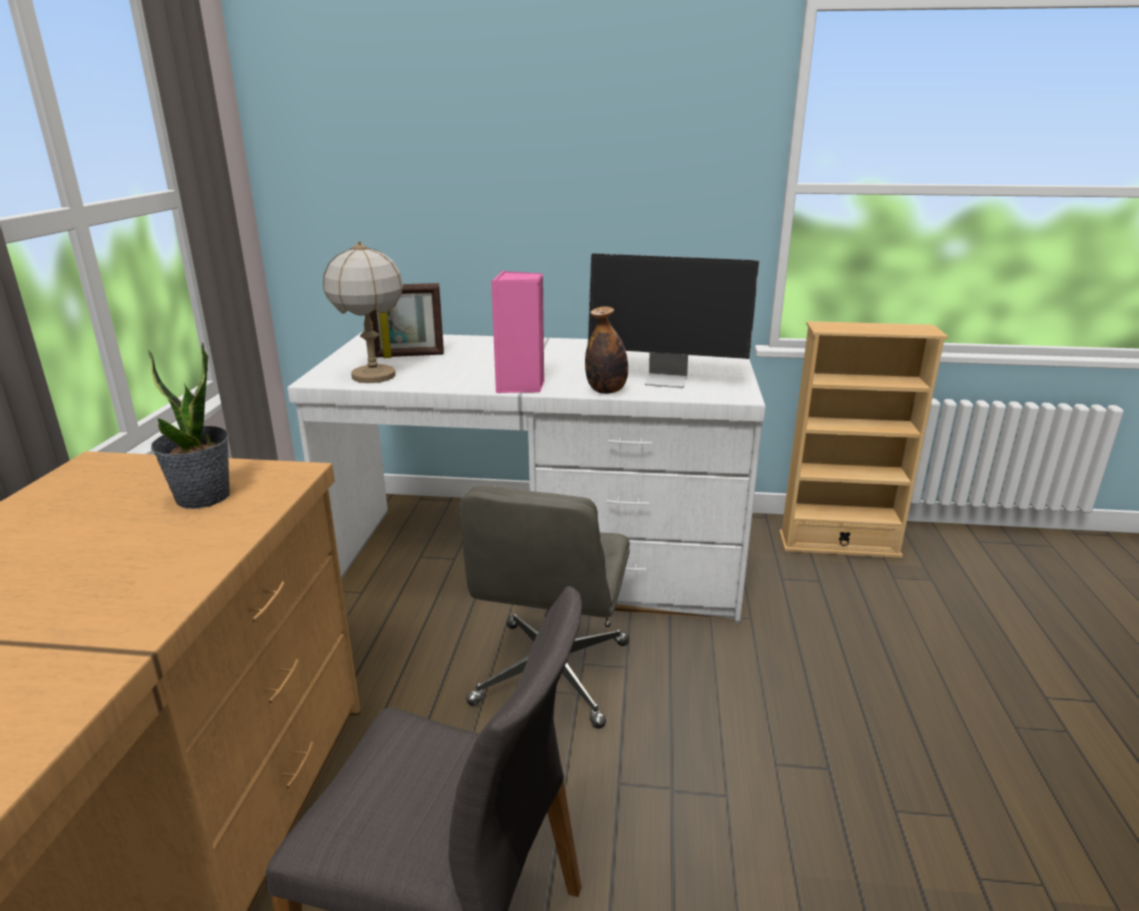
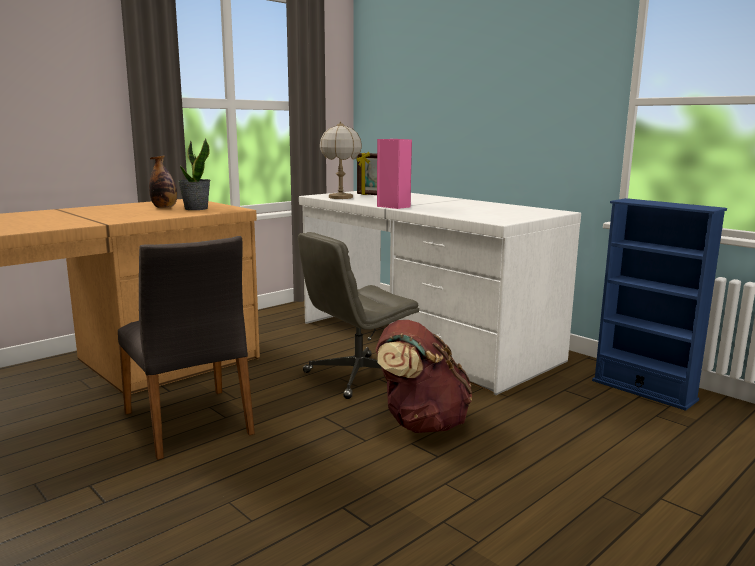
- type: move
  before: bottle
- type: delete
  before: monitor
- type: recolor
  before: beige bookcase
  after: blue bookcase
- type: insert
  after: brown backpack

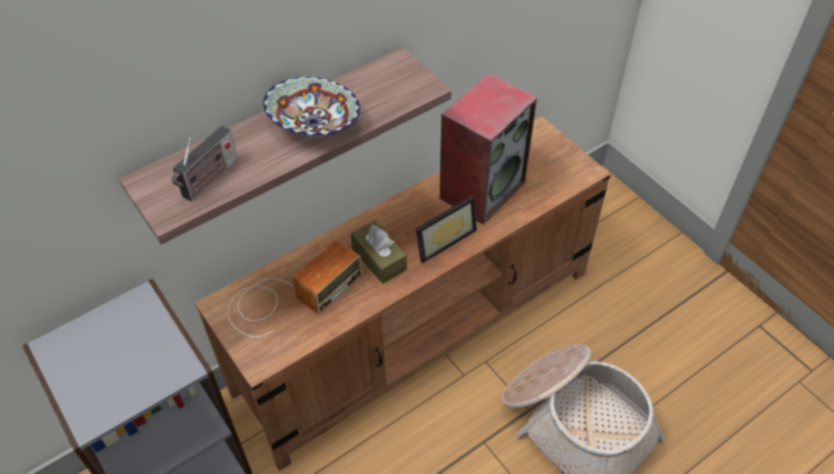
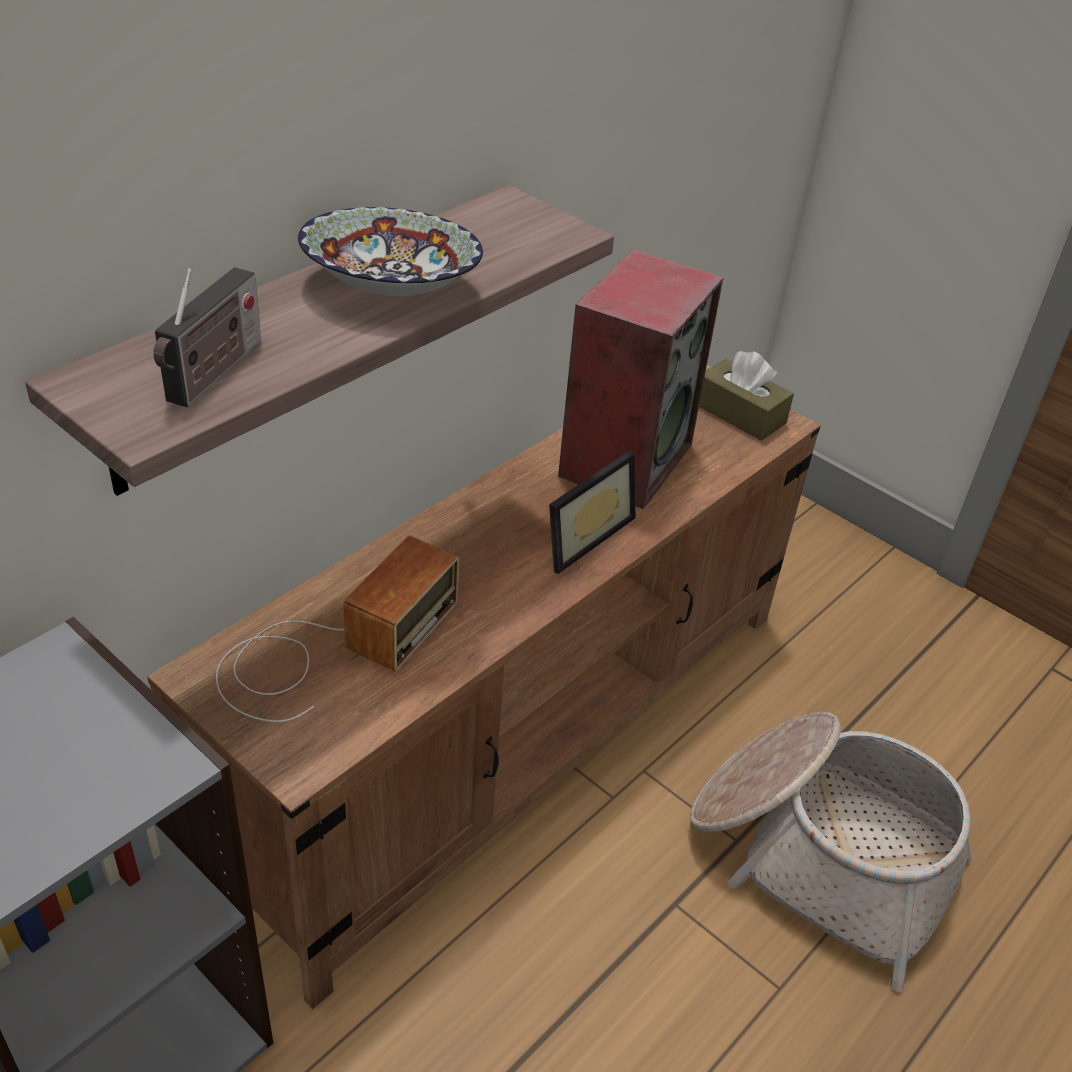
- type: move
  before: brown tissue box

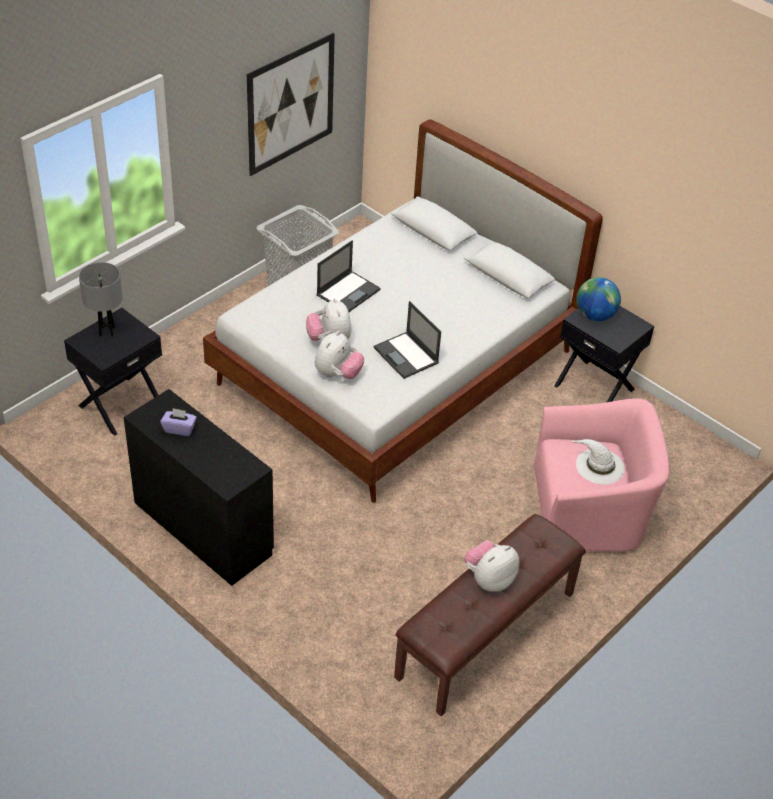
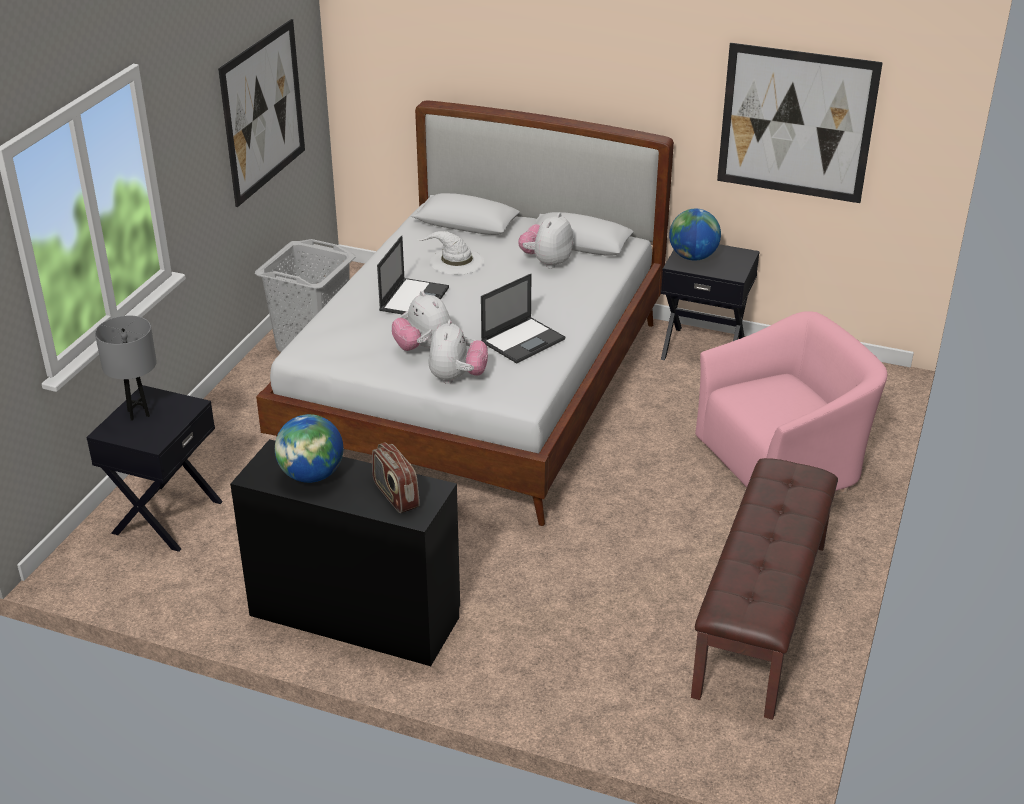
- type: replace
  before: purple tissue box
  after: globe (1st from left)
- type: rotate
  before: laptop (2nd from left)
  turn: -75
- type: move
  before: plush toy (3rd from left)
- type: move
  before: white hat
- type: insert
  after: radio
- type: insert
  after: picture (2nd from left)

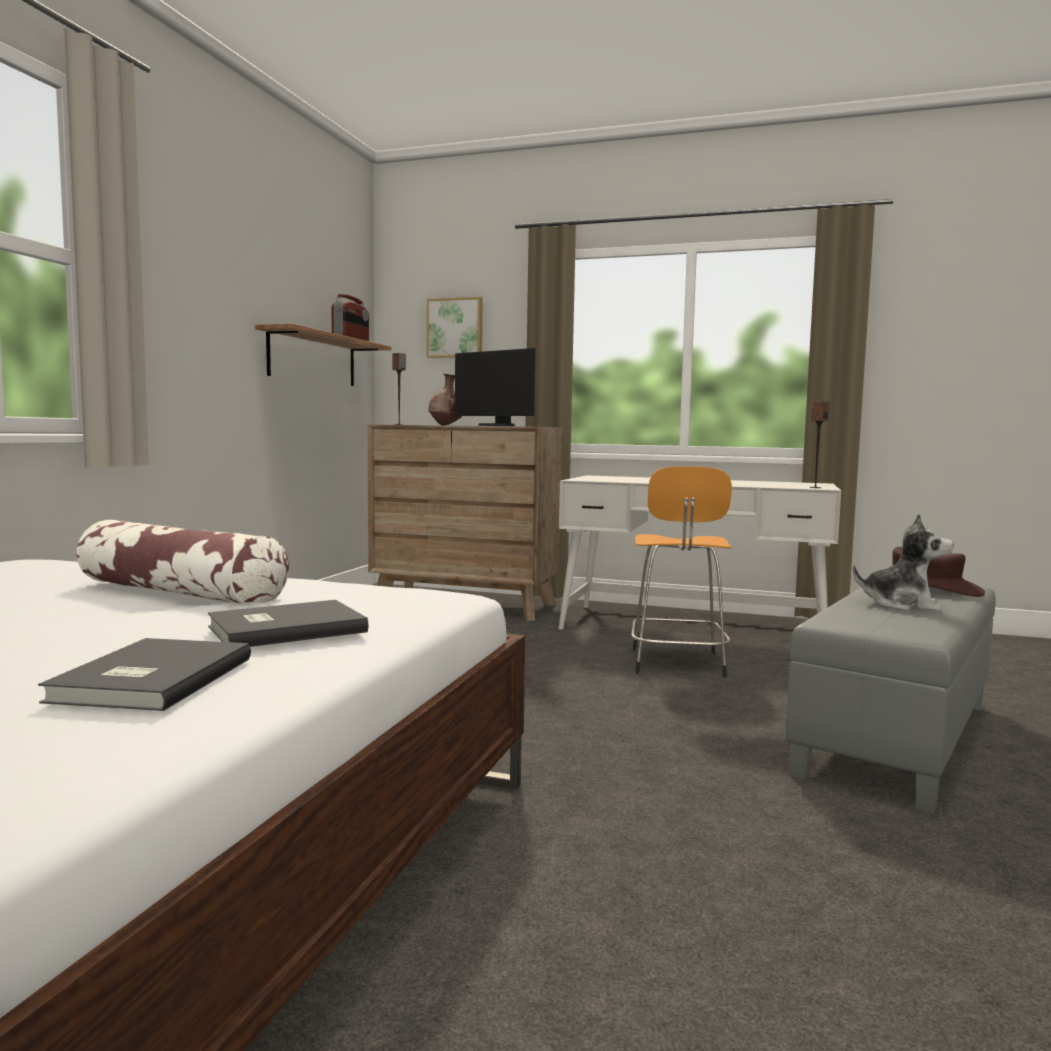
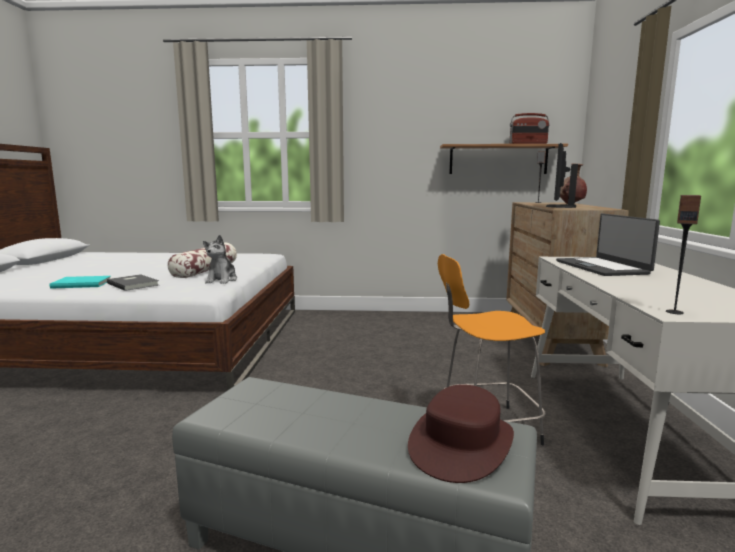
- type: recolor
  before: grey book (1st from left)
  after: turquoise book
- type: delete
  before: picture
- type: move
  before: plush toy
- type: insert
  after: laptop

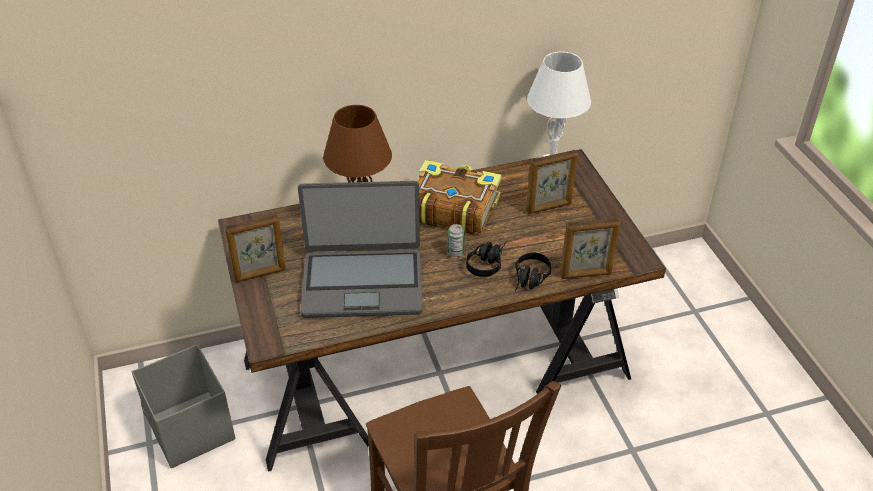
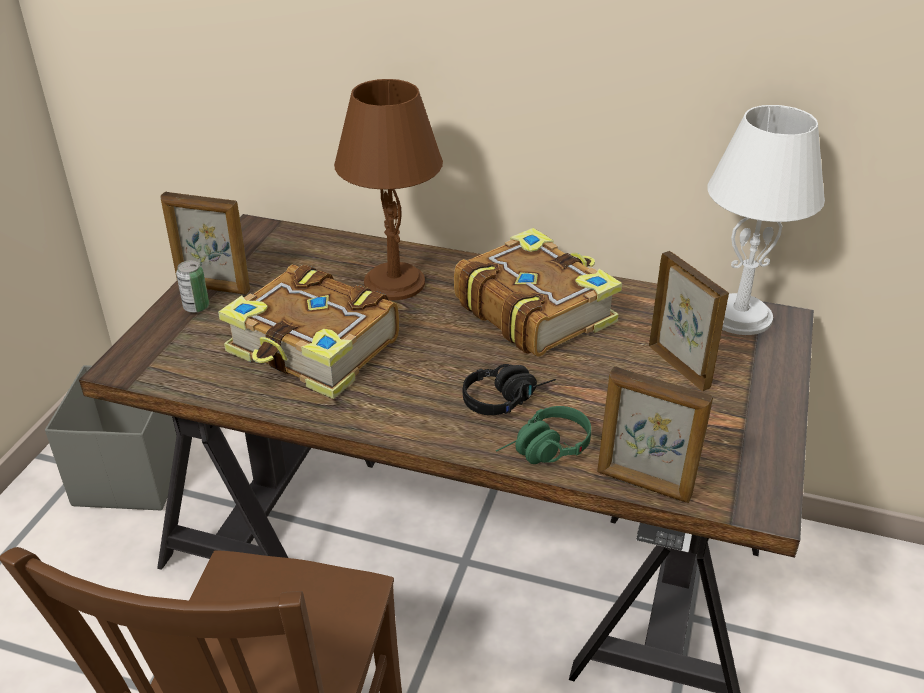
- type: replace
  before: laptop
  after: book (1st from left)
- type: move
  before: can
- type: recolor
  before: black headphones (2nd from left)
  after: green headphones
- type: rotate
  before: picture frame (2nd from left in the first image)
  turn: -135

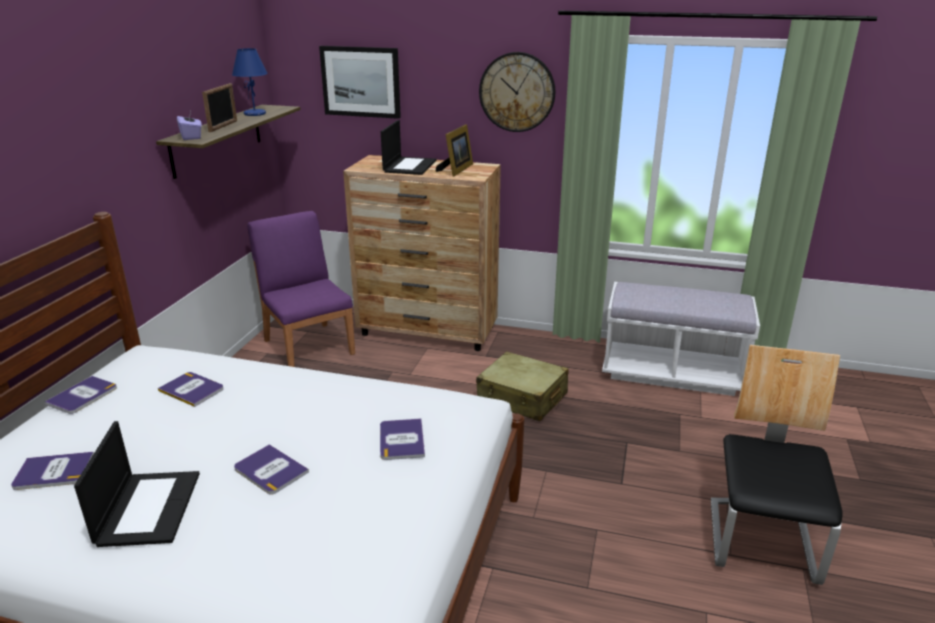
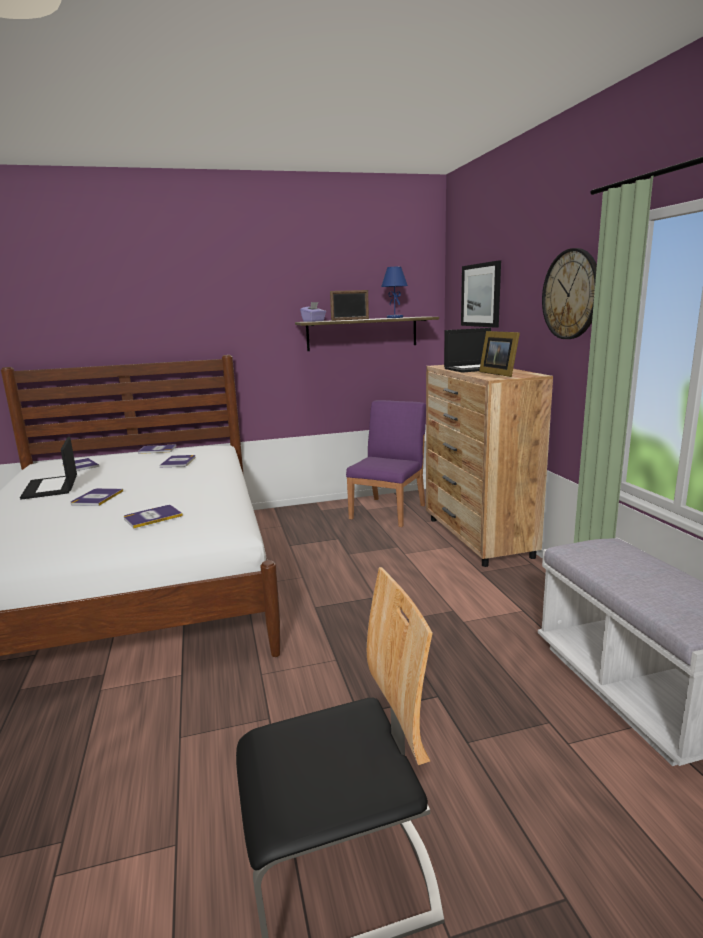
- type: rotate
  before: laptop (1st from left)
  turn: 105
- type: rotate
  before: picture frame (2nd from left)
  turn: 75
- type: delete
  before: beige suitcase

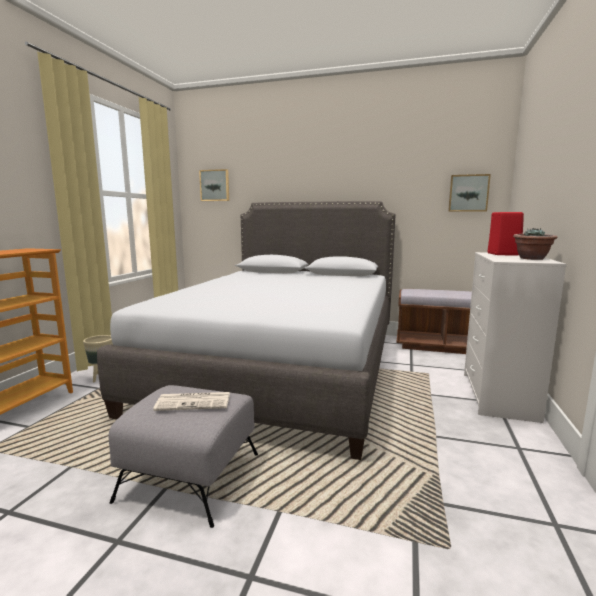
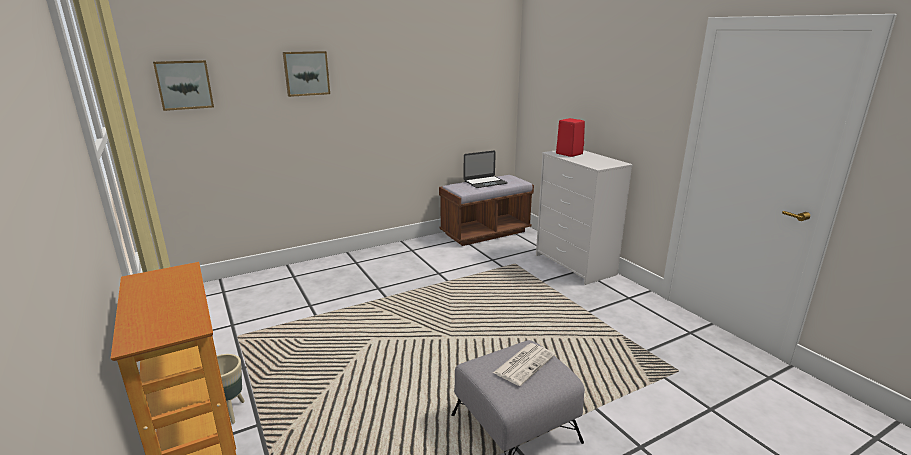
- type: delete
  before: grey bed
- type: move
  before: picture (2nd from left)
- type: delete
  before: potted plant
- type: insert
  after: laptop

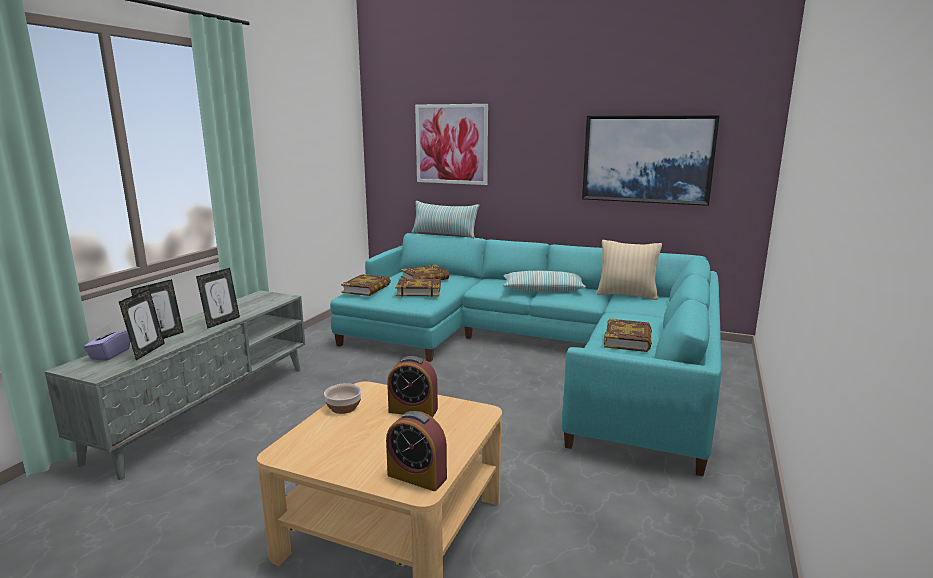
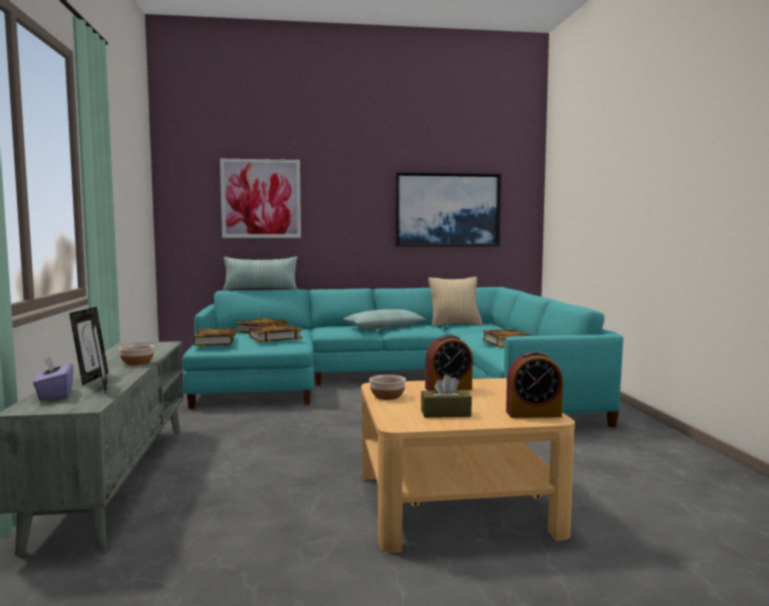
- type: replace
  before: picture frame (3rd from left)
  after: bowl (1st from left)
- type: insert
  after: brown tissue box

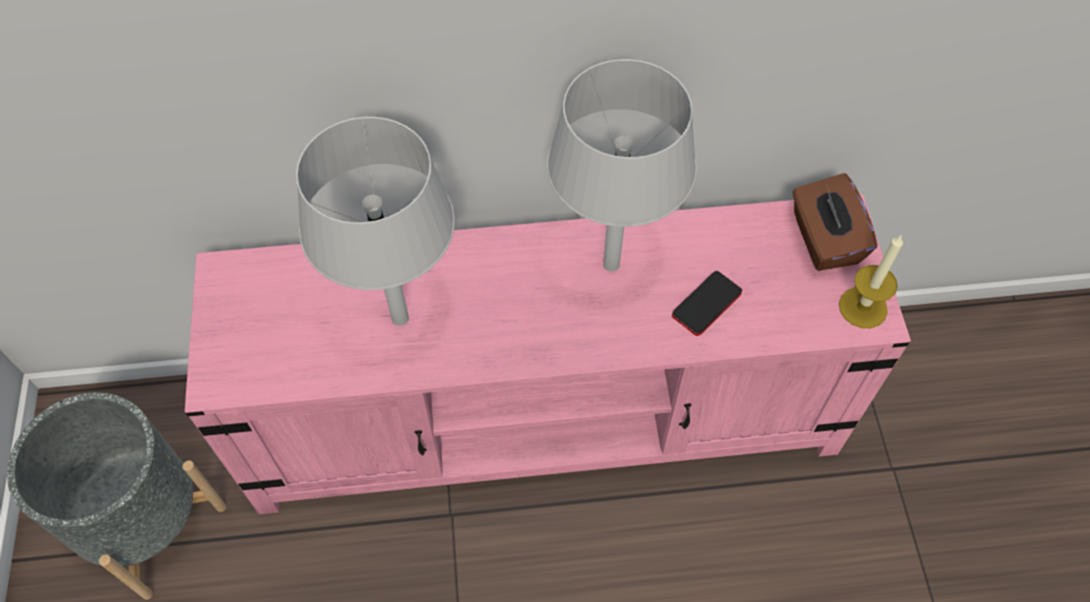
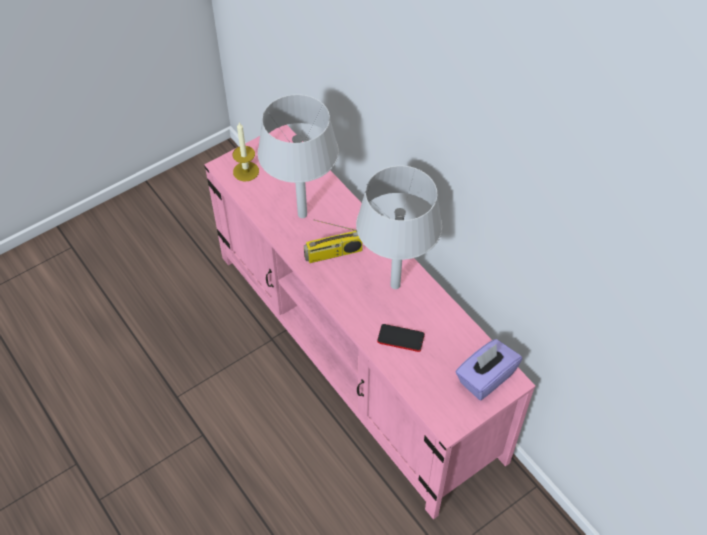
- type: delete
  before: grey planter
- type: recolor
  before: brown tissue box
  after: purple tissue box
- type: move
  before: candle
- type: insert
  after: radio

